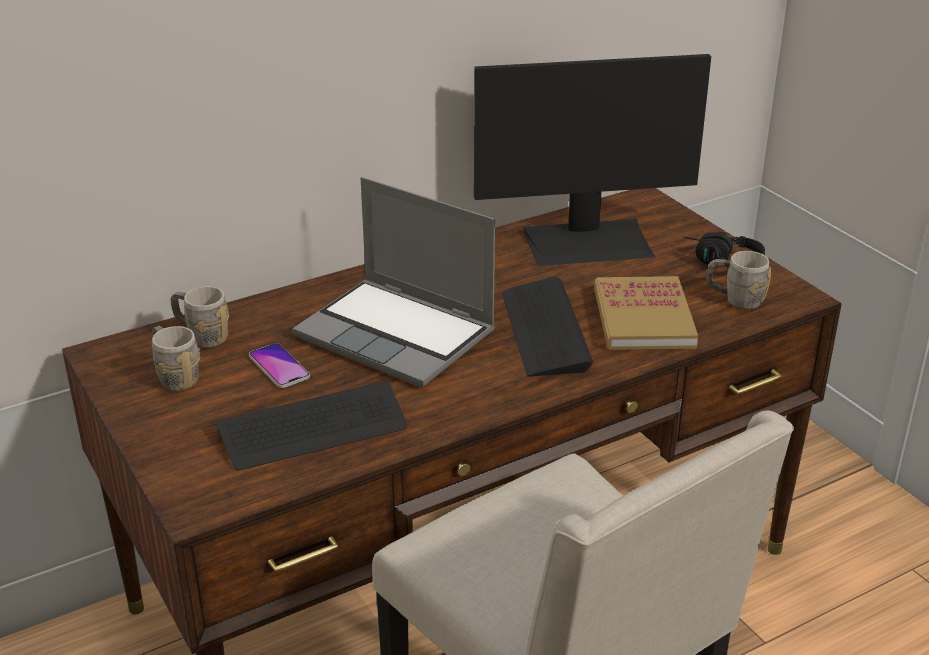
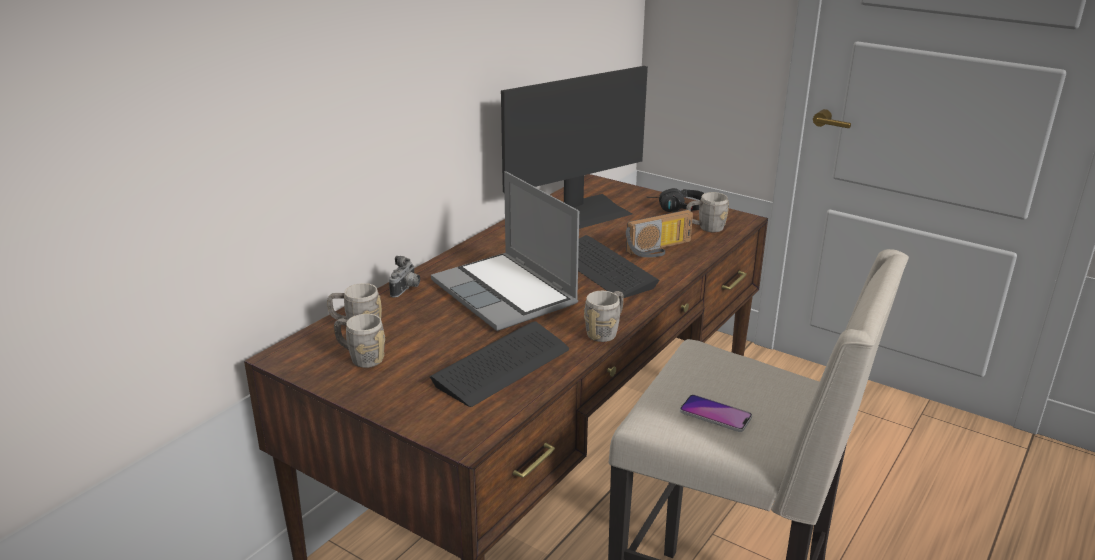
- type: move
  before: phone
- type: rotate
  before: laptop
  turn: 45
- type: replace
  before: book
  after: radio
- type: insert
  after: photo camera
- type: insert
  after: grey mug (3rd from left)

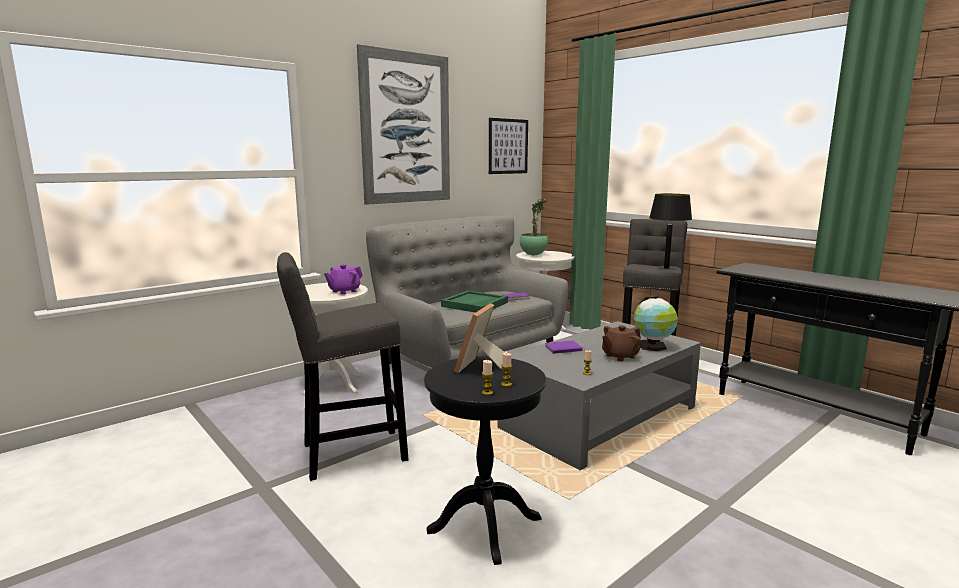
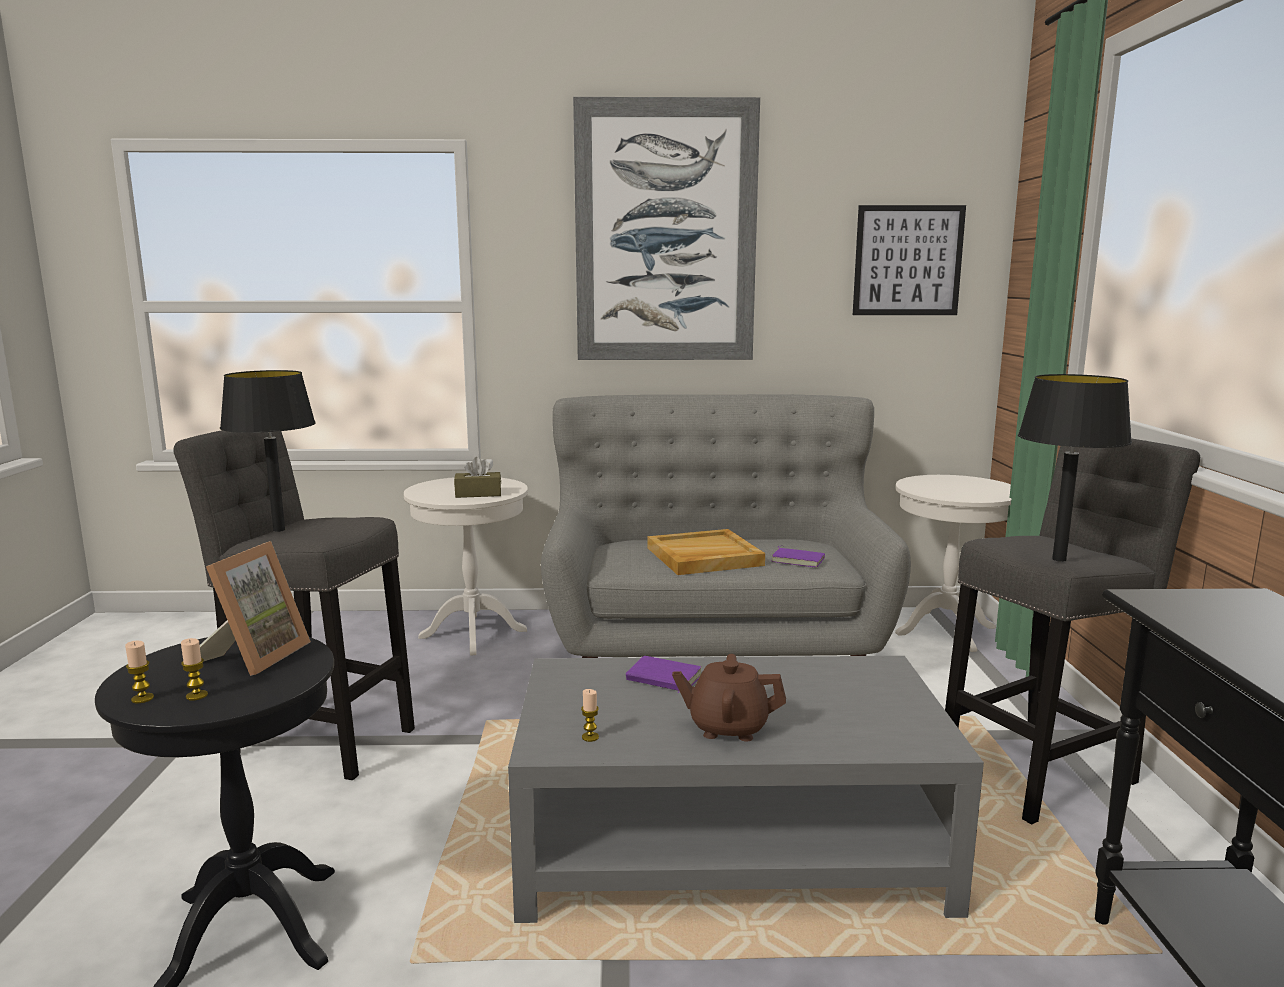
- type: replace
  before: purple teapot
  after: brown tissue box
- type: recolor
  before: green tray
  after: beige tray
- type: rotate
  before: picture frame
  turn: 135
- type: delete
  before: potted plant
- type: delete
  before: globe
- type: insert
  after: black table lamp (1st from left)

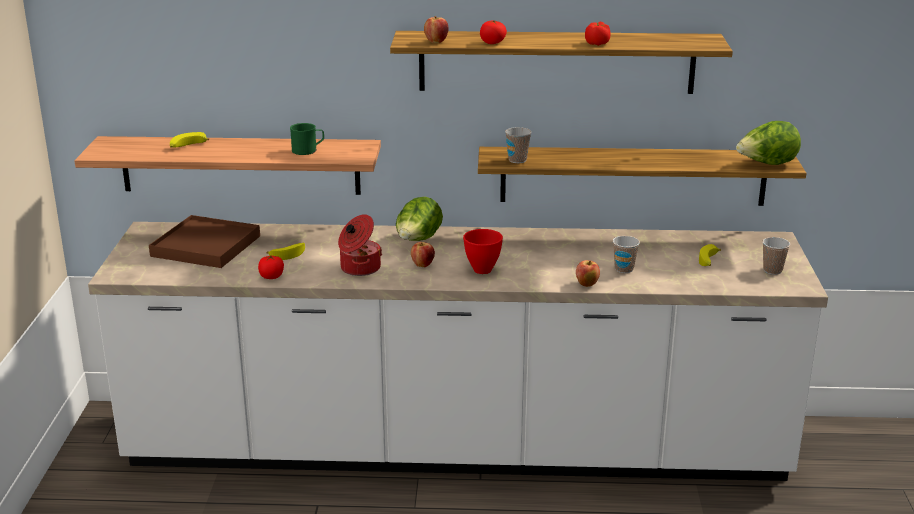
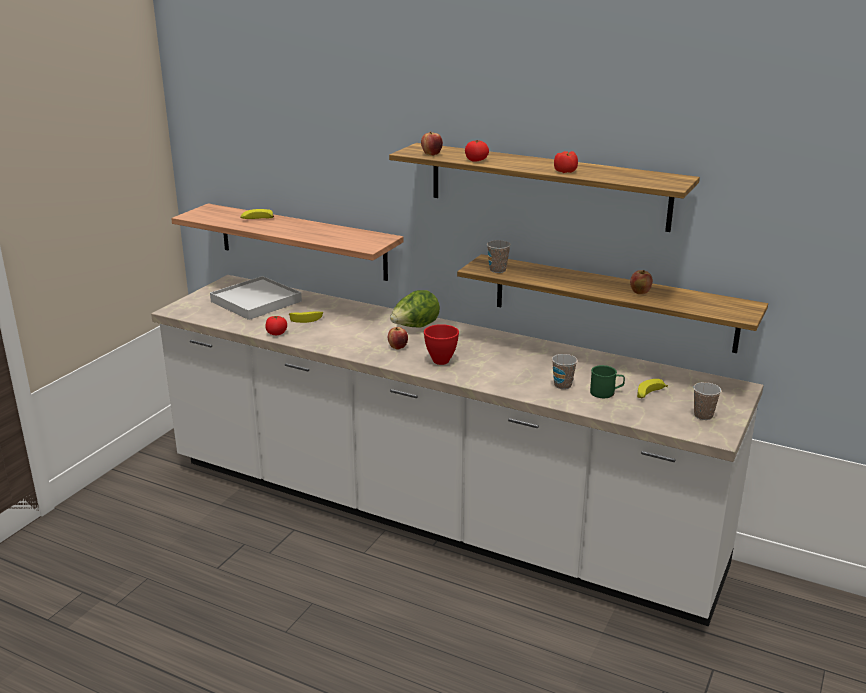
- type: recolor
  before: brown tray
  after: white tray
- type: move
  before: green mug
- type: delete
  before: cooking pot
- type: move
  before: apple (3rd from left)
- type: delete
  before: lettuce (2nd from left)

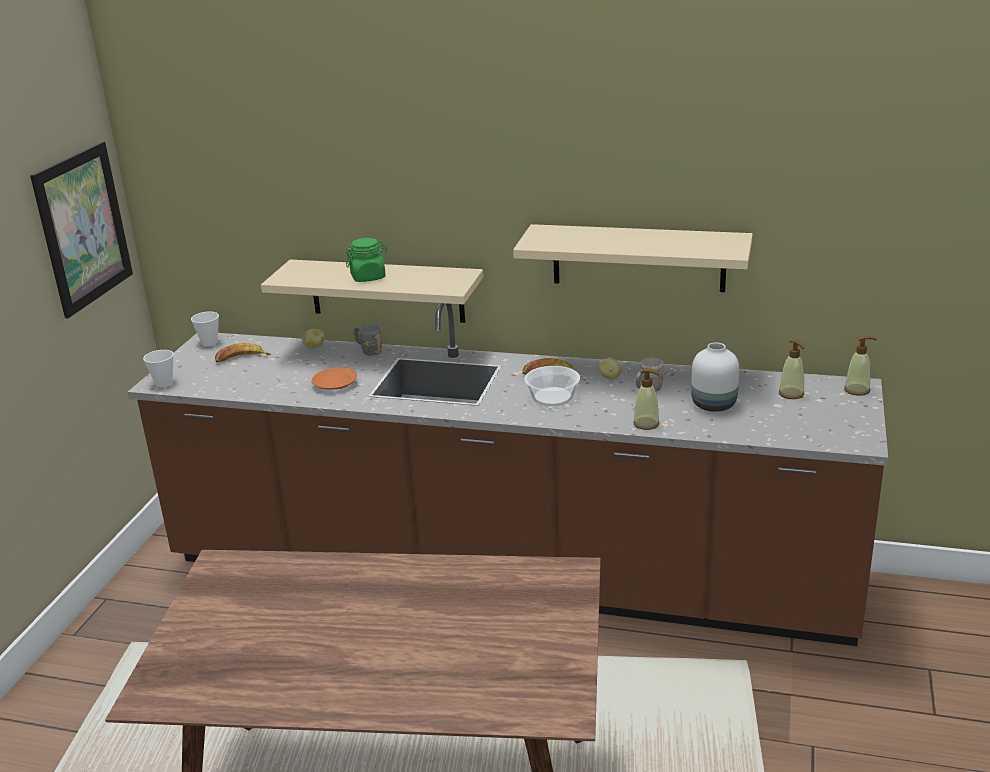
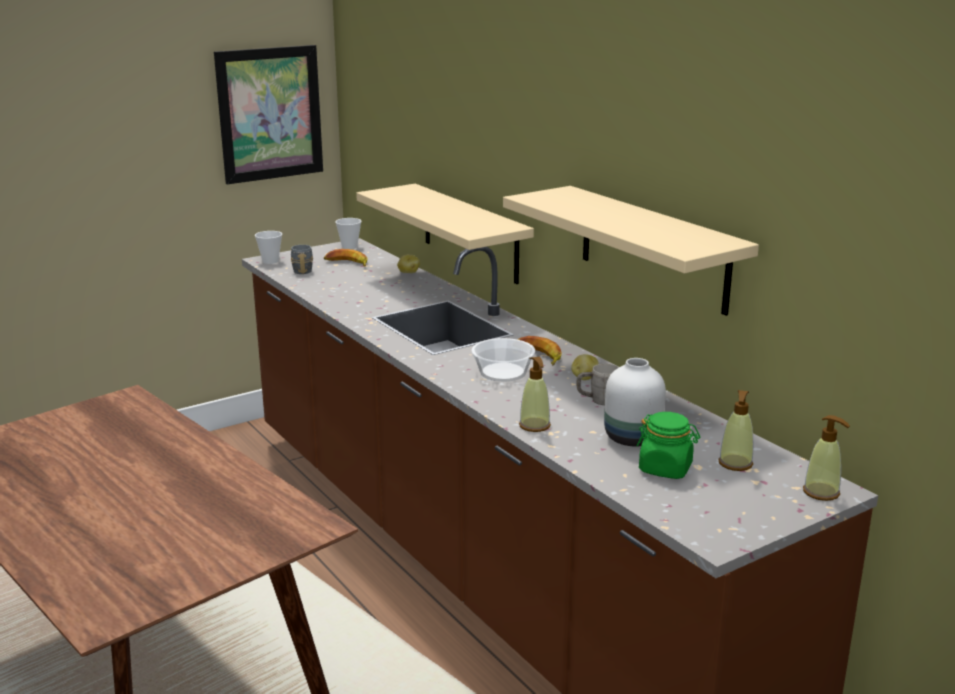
- type: delete
  before: orange plate
- type: move
  before: green jar
- type: move
  before: grey mug (1st from left)

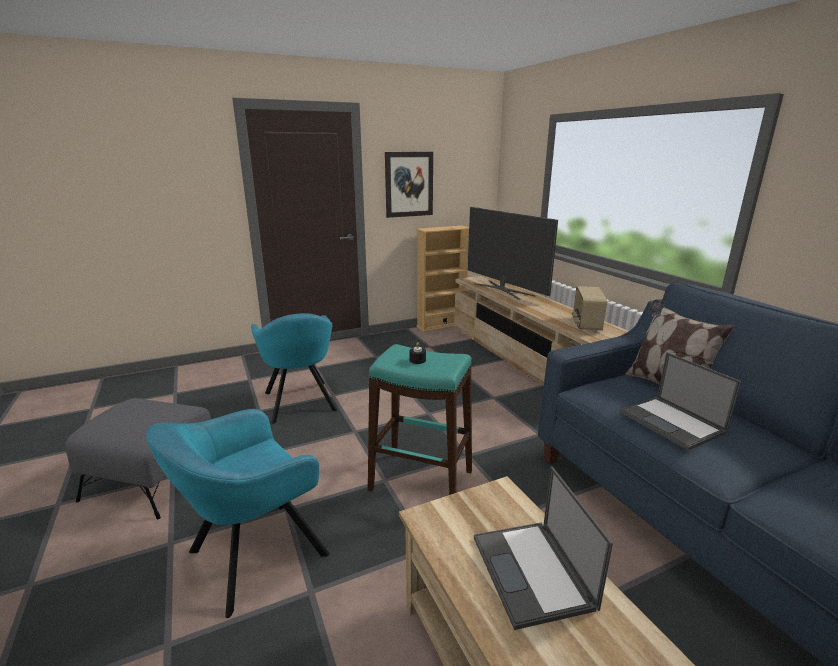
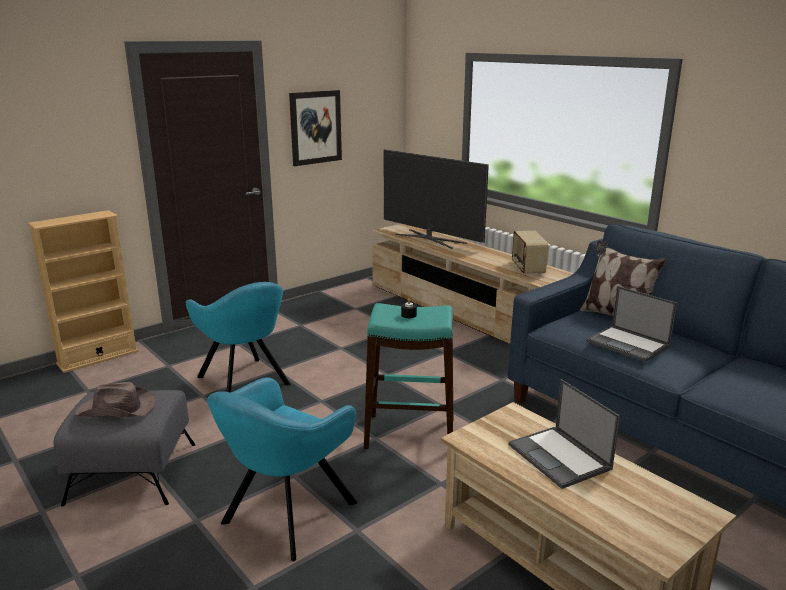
- type: move
  before: beige bookcase
- type: insert
  after: brown hat

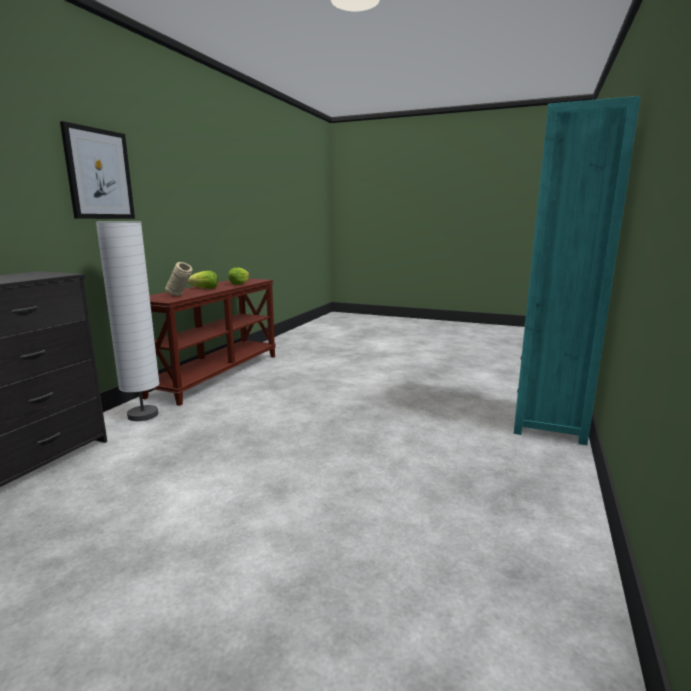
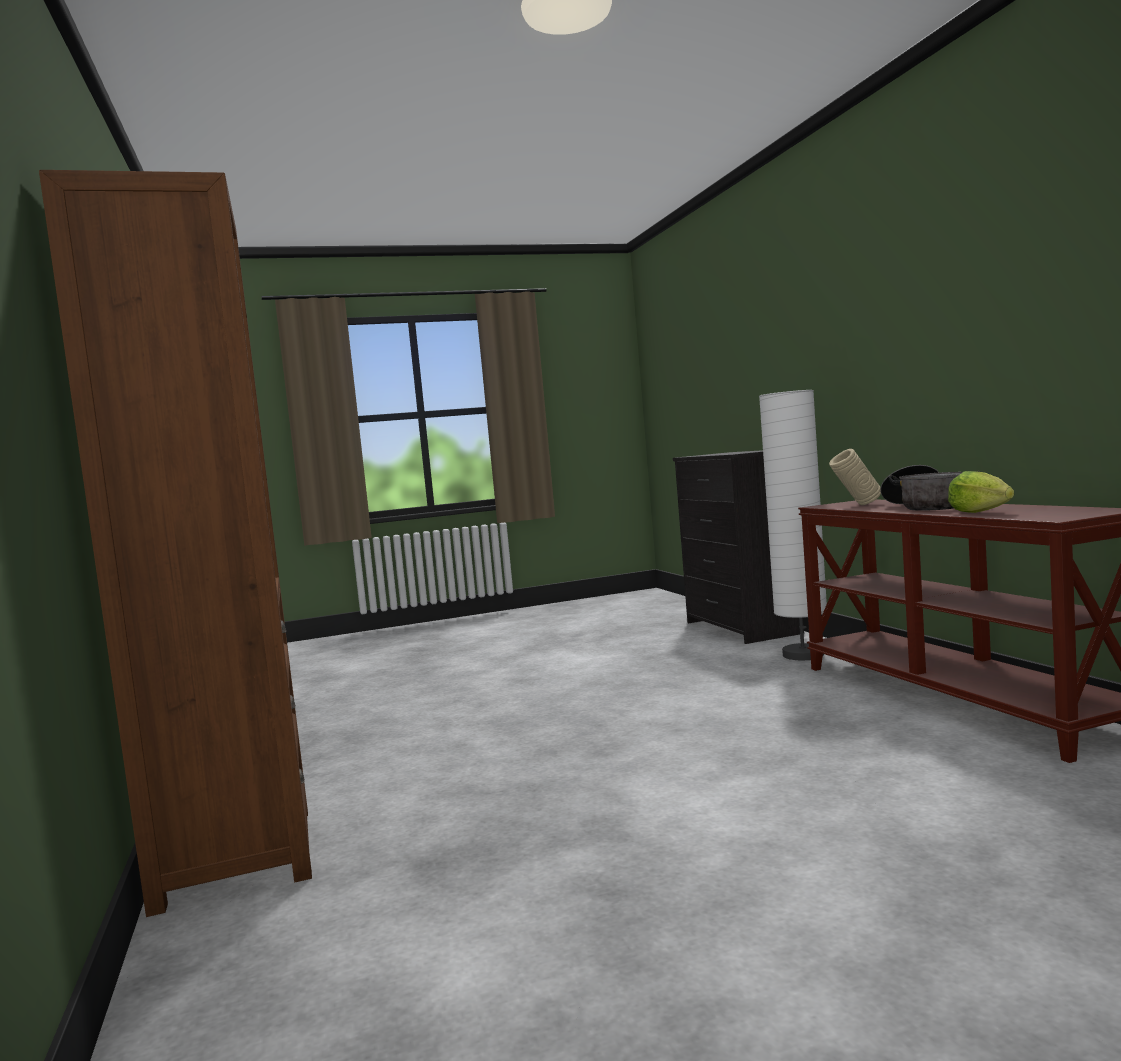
- type: delete
  before: picture
- type: replace
  before: lettuce (1st from left)
  after: cooking pot
- type: recolor
  before: turquoise bookcase
  after: brown bookcase

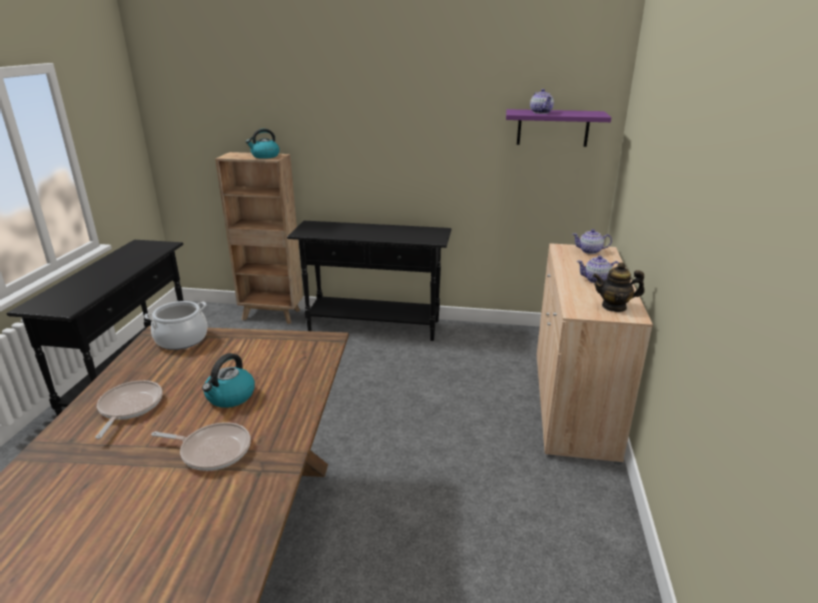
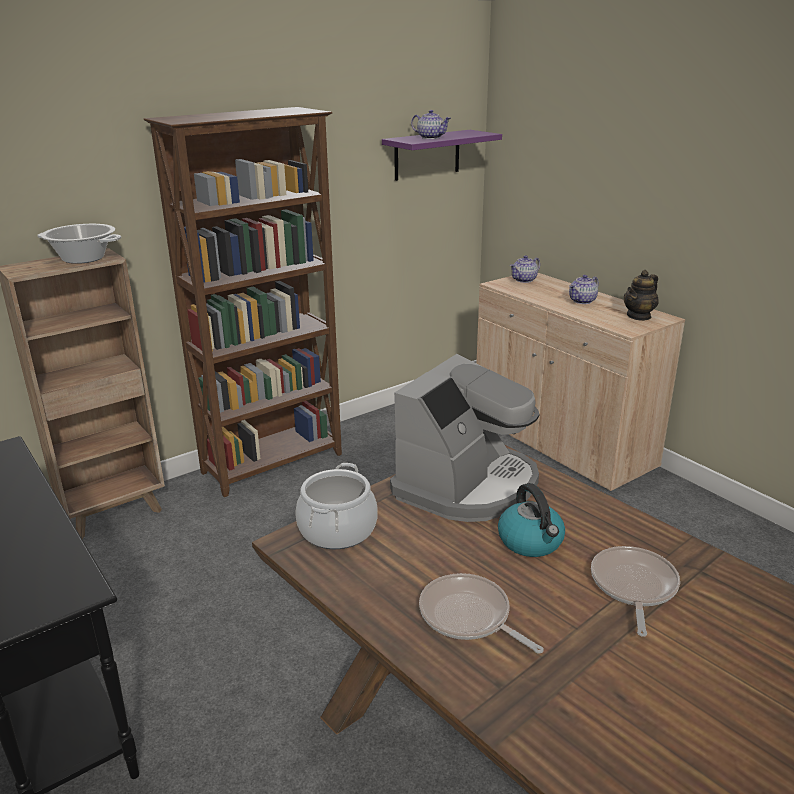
- type: rotate
  before: frying pan (2nd from left)
  turn: -45
- type: replace
  before: kettle (2nd from left)
  after: cooking pot (1st from left)
- type: replace
  before: black console table (2nd from left)
  after: brown bookcase (2nd from left)
- type: insert
  after: coffee machine

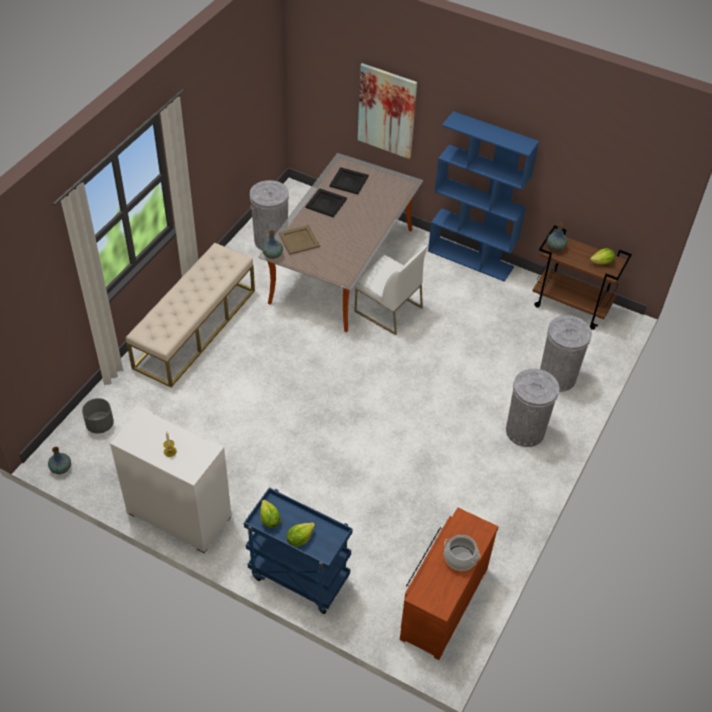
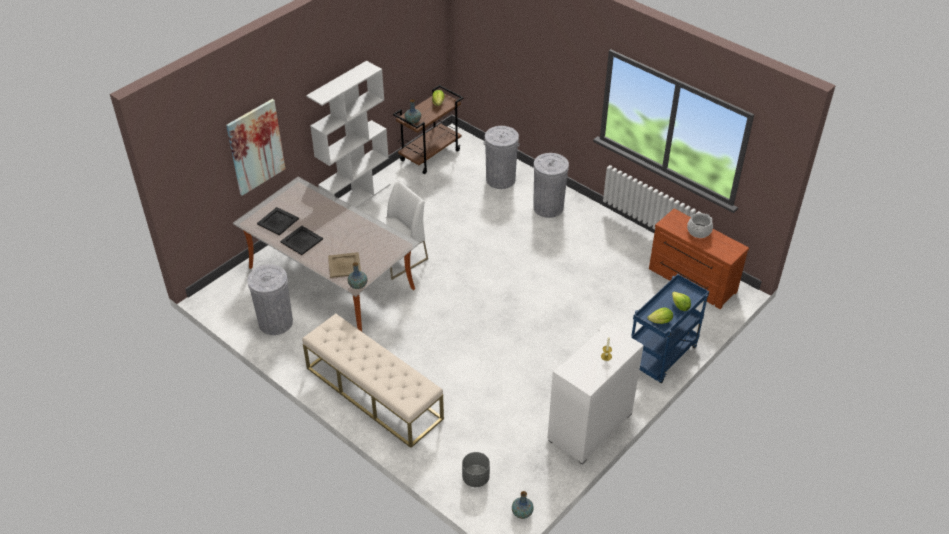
- type: recolor
  before: blue bookcase
  after: white bookcase

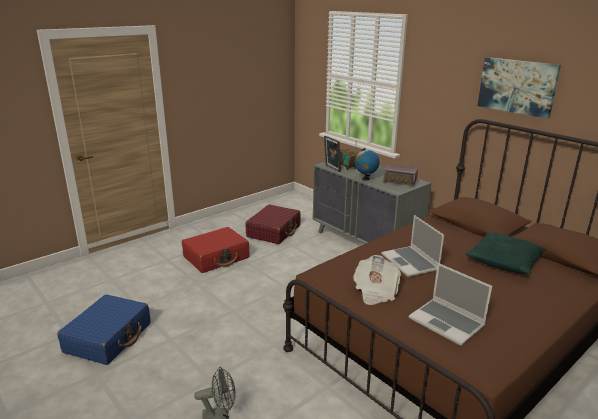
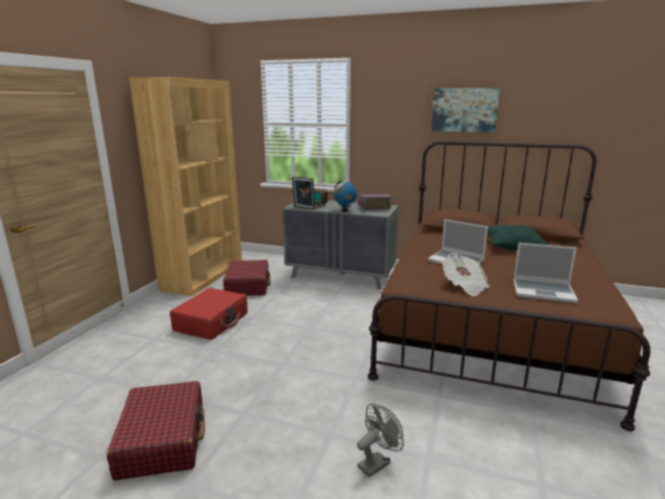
- type: recolor
  before: blue suitcase
  after: red suitcase (1st from left)
- type: insert
  after: brown bookcase

